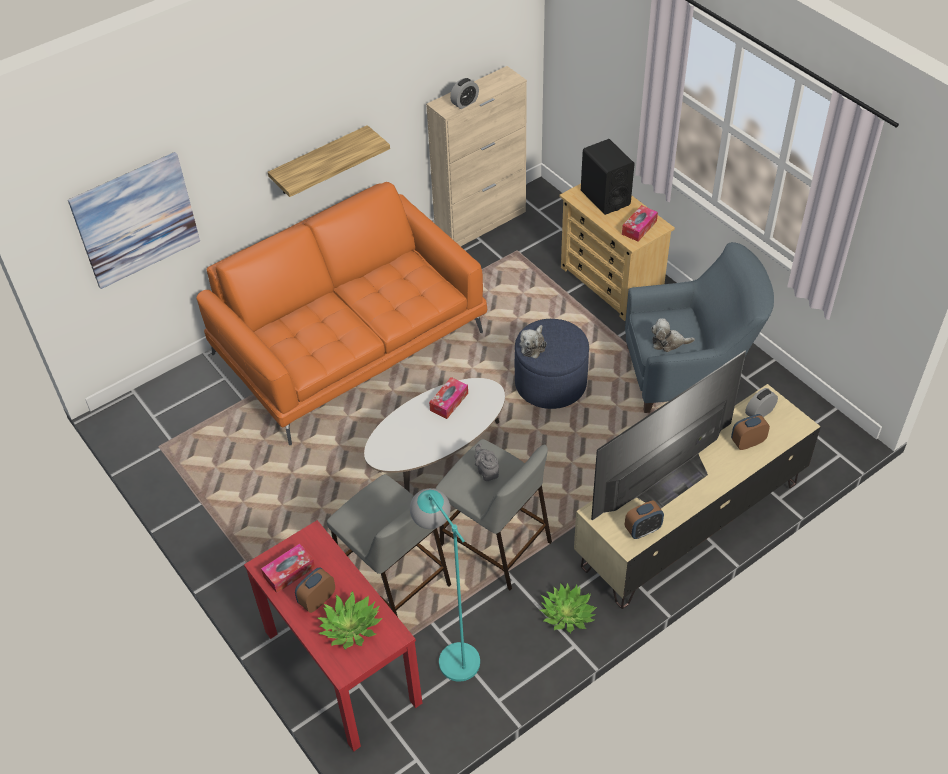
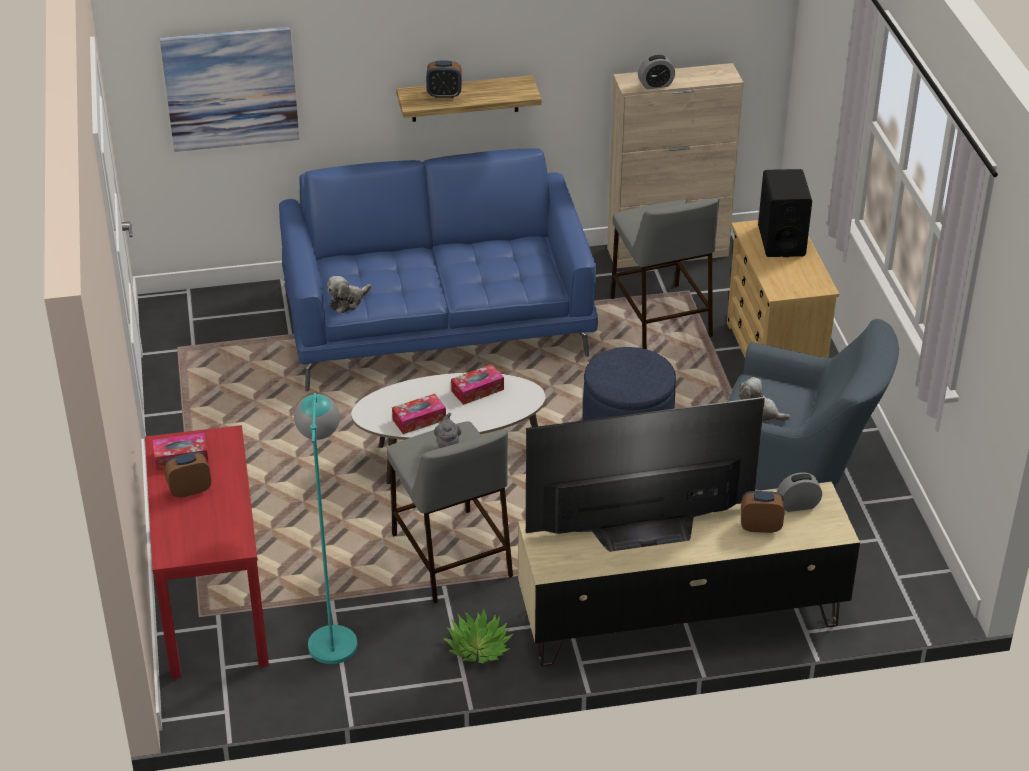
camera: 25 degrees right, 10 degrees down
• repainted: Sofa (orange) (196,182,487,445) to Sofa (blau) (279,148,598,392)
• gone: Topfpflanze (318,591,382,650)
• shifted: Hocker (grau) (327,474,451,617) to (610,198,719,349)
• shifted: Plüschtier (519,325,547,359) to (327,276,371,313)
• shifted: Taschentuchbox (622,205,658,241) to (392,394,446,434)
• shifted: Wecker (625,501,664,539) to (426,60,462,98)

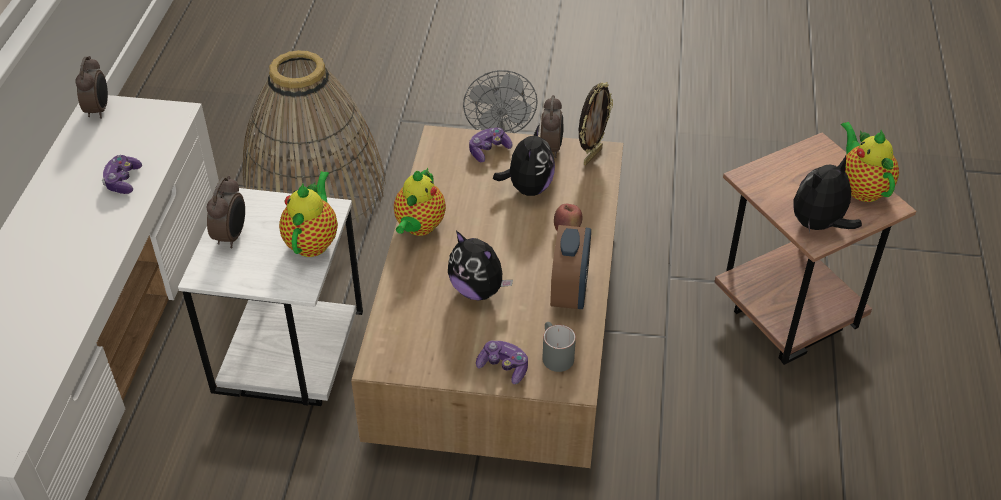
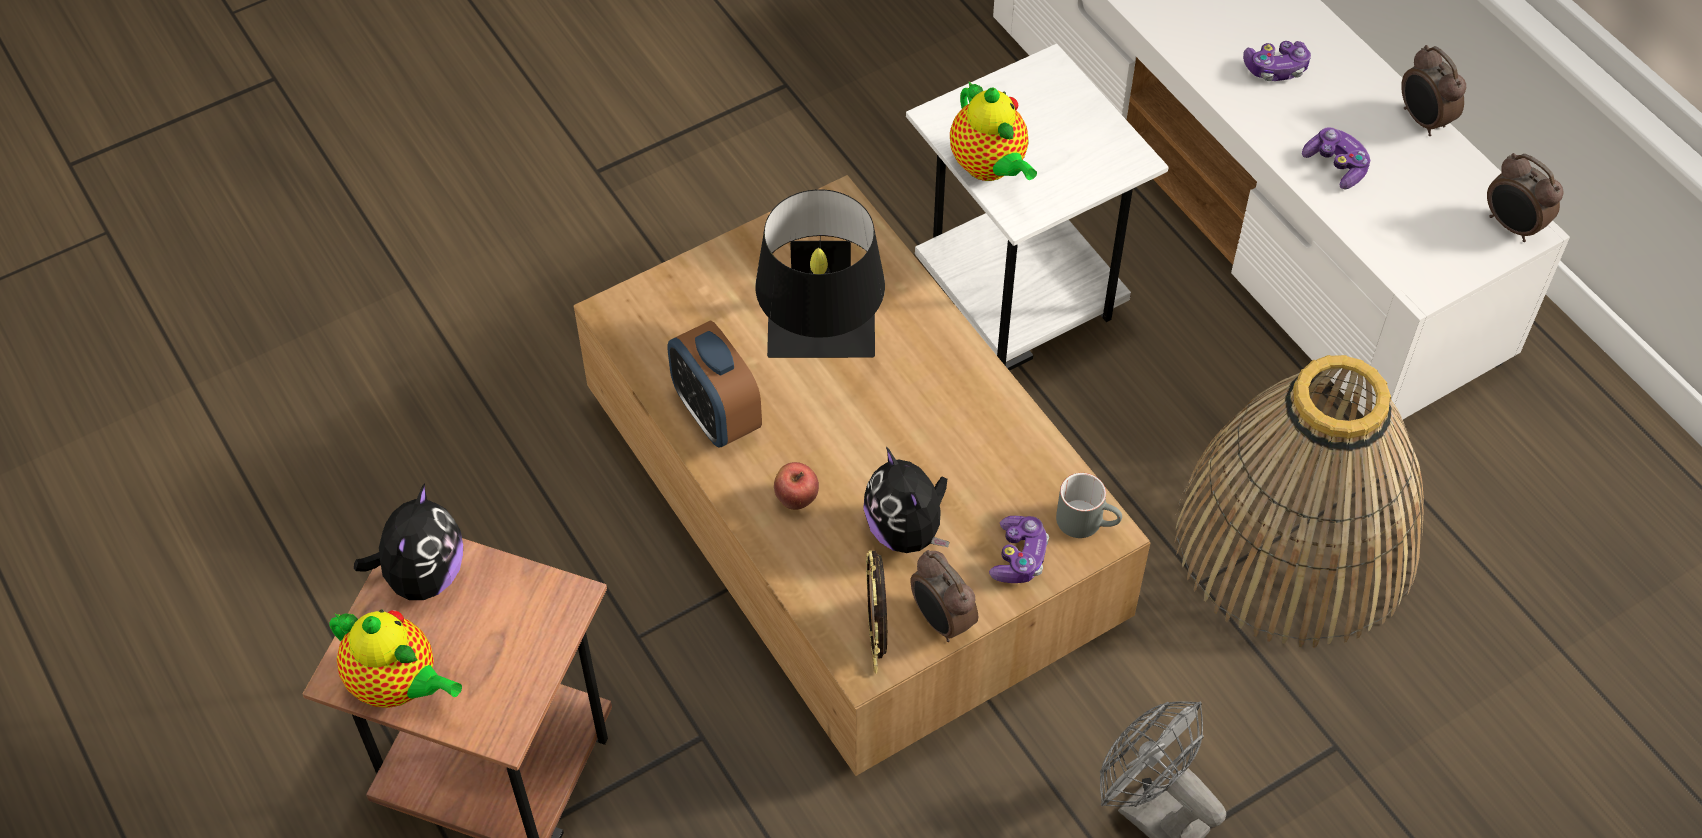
camera: 140 degrees right, 10 degrees up
• shifted: Wecker (207,176,245,248) to (1401,45,1466,136)
• gone: Teekanne (394,168,446,236)
• swapped: Plüschtier (448,231,513,301) to Tischlampe (schwarz) (755,189,885,358)
• shifted: Gamepad (476,340,528,384) to (1243,41,1311,81)
• shifted: Henkelbecher (grau) (543,322,576,372) to (1056,473,1122,538)

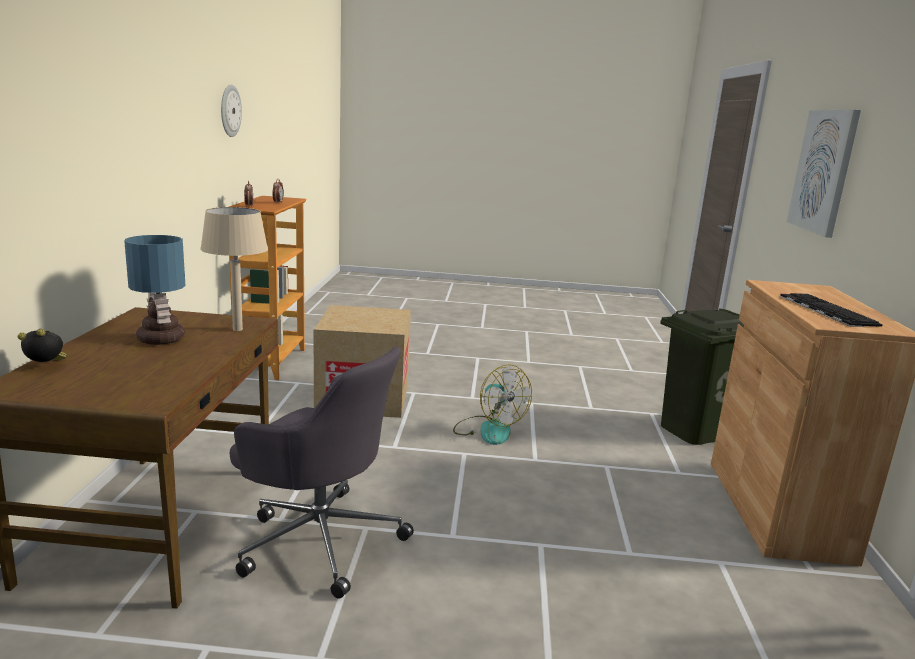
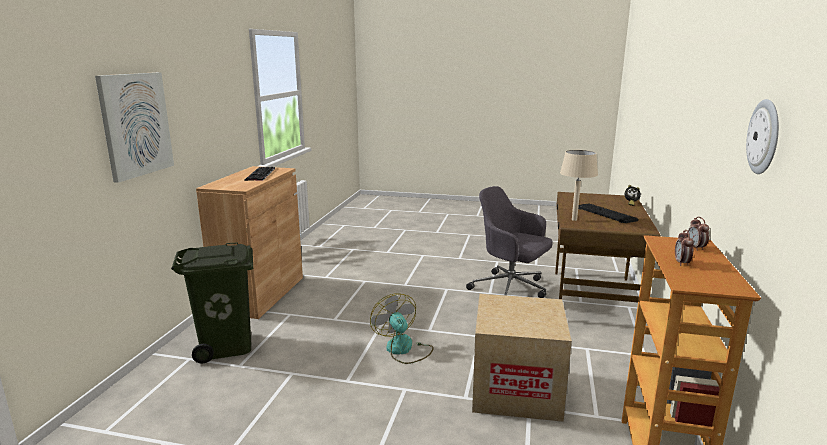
camera: 170 degrees left, 0 degrees up
• swapped: Tischlampe (124,235,185,345) to Tastatur (578,203,638,223)

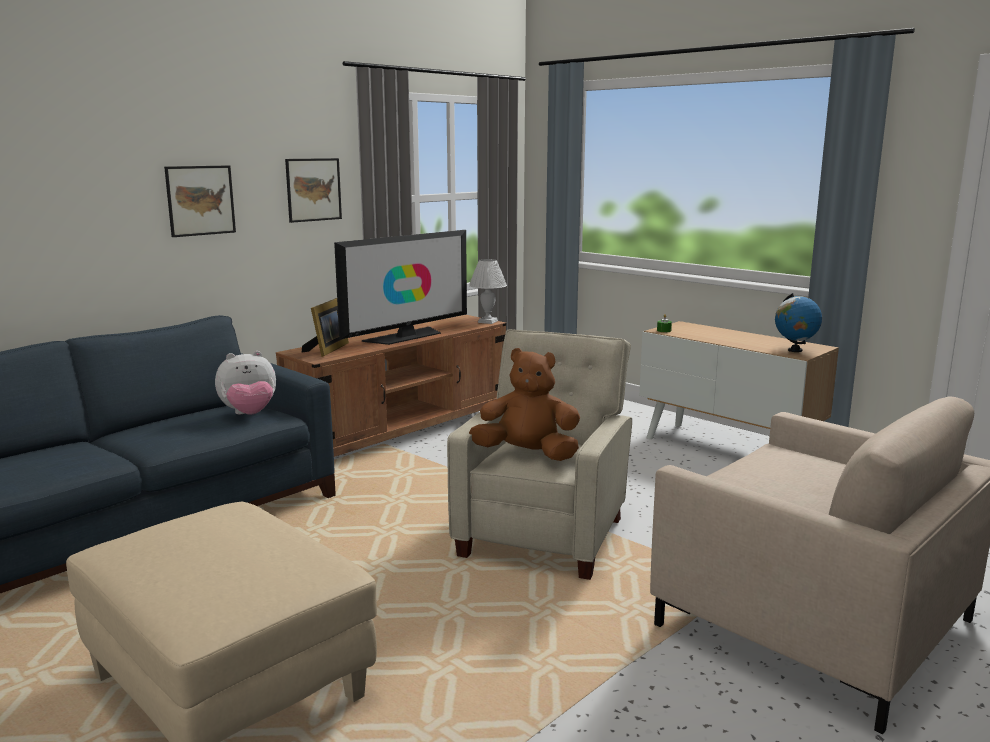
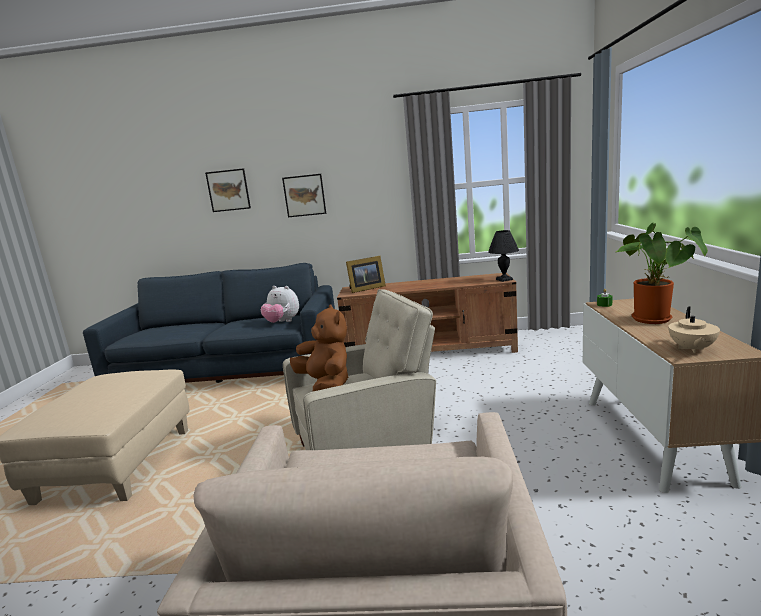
camera: 50 degrees right, 0 degrees up
• shifted: Bild (285,158,342,223) to (205,168,251,212)
• gone: Fernseher (334,230,467,345)
• repainted: Tischlampe (weiß) (469,259,507,324) to Tischlampe (schwarz) (488,230,519,282)
• swapped: Globus (775,293,822,352) to Teekanne (beige) (668,306,720,353)
• new: Topfpflanze (616,223,708,324)

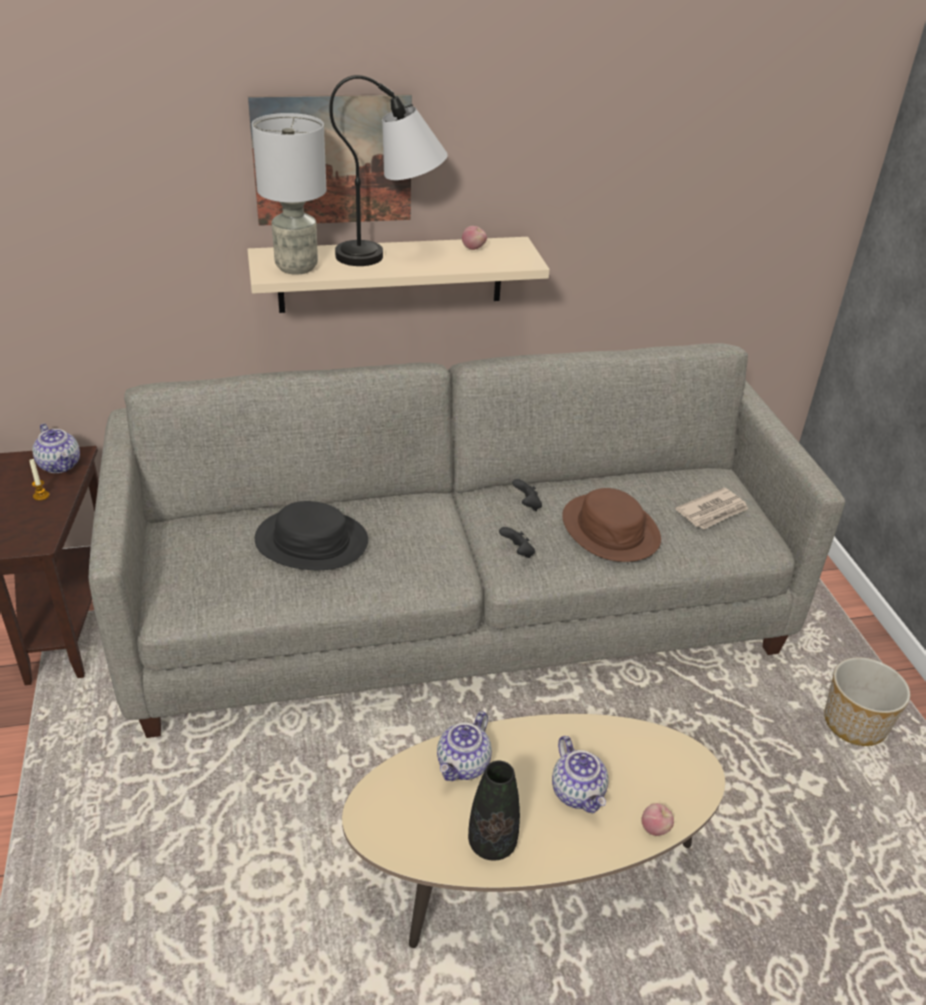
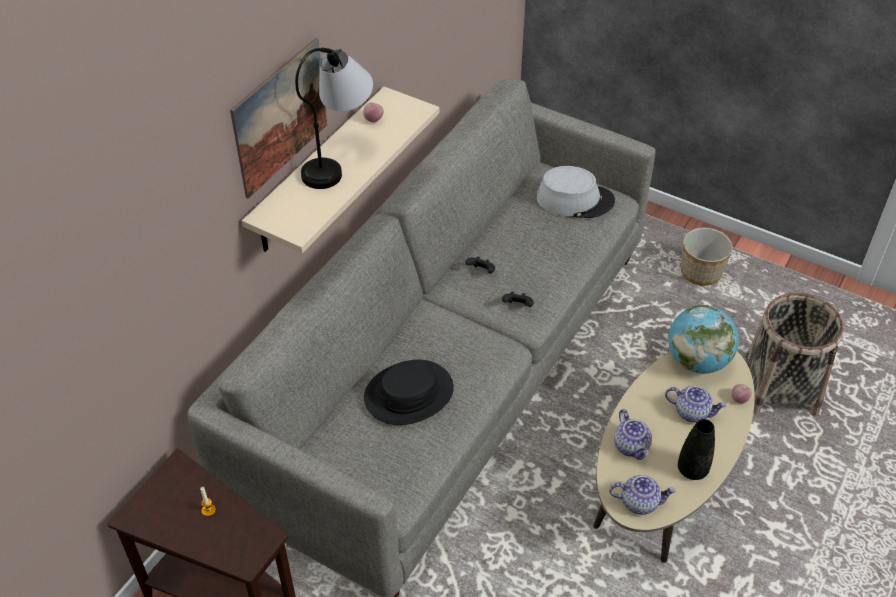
camera: 45 degrees left, 10 degrees up
• shifted: Teekanne (32,424,80,473) to (609,475,676,515)
• gone: Tischlampe (grau) (252,113,326,275)
• gone: Hut (braun) (562,488,661,562)
• swapped: Zeitung (675,488,748,530) to Hut (grau) (537,166,615,218)
• new: Globus (668,305,739,374)
• new: Korb (744,293,844,416)

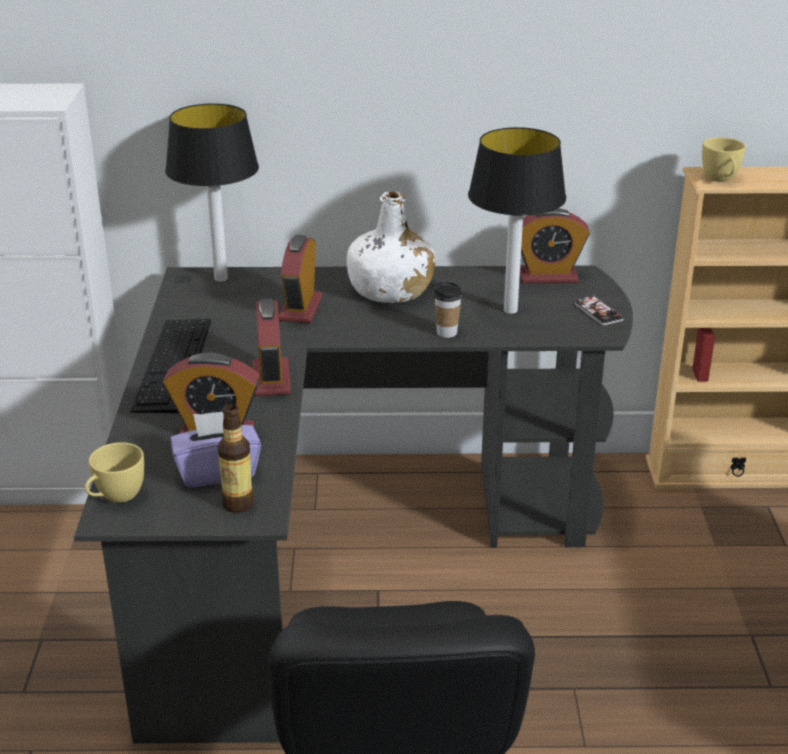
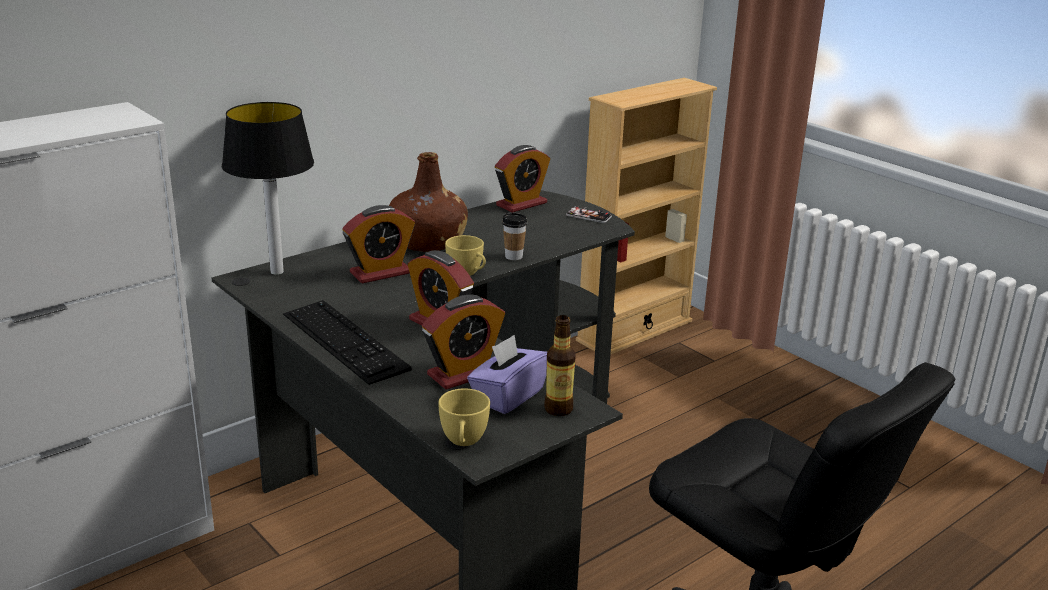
camera: 40 degrees left, 5 degrees down
• rotated: Wecker (279,235,323,323) = (343,205,415,283) 90 degrees counterclockwise
• repainted: Flasche (weiß) (347,191,435,303) to Flasche (braun) (389,152,468,252)
• gone: Tischlampe (468,127,566,314)
• shifted: Tasse (gelb) (702,137,746,182) to (445,235,486,276)

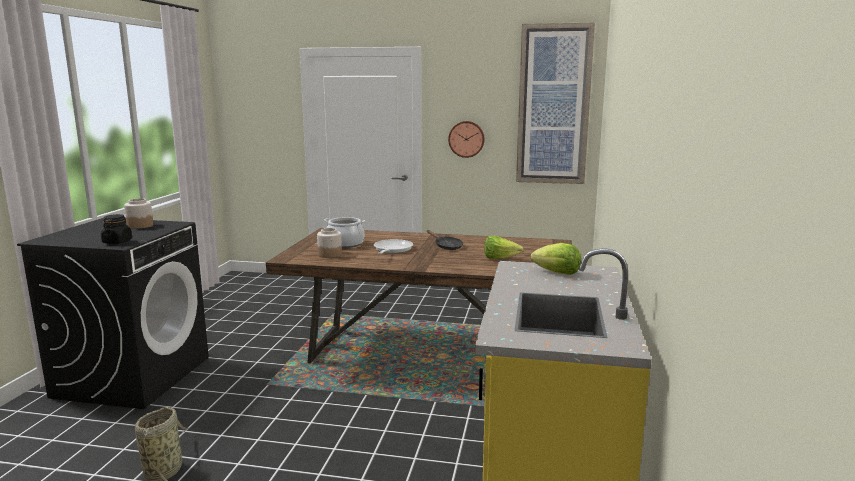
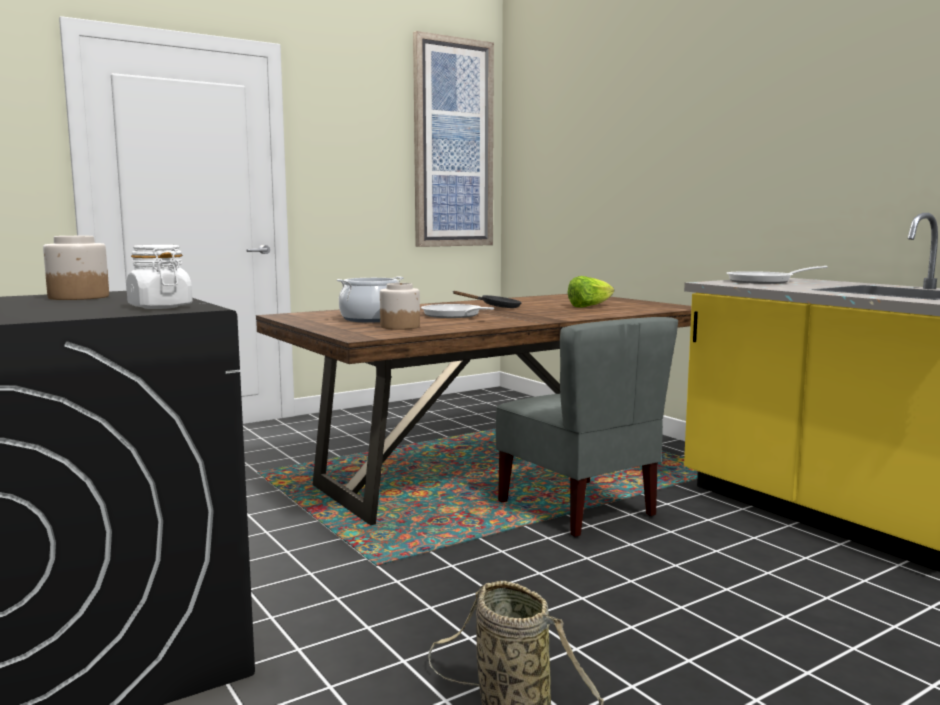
camera: 45 degrees left, 5 degrees down
• repainted: Vorratsglas (schwarz) (101,214,132,244) to Vorratsglas (weiß) (126,245,193,309)
• gone: Wanduhr (448,121,485,158)
• swapped: Salatkopf (531,243,581,275) to Pfanne (726,266,828,284)
• new: Stuhl (grau) (496,317,678,537)

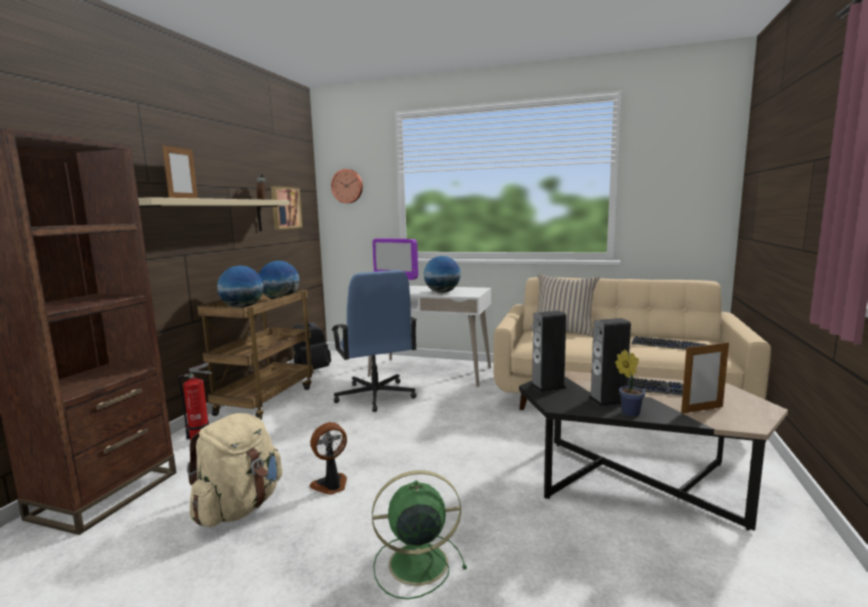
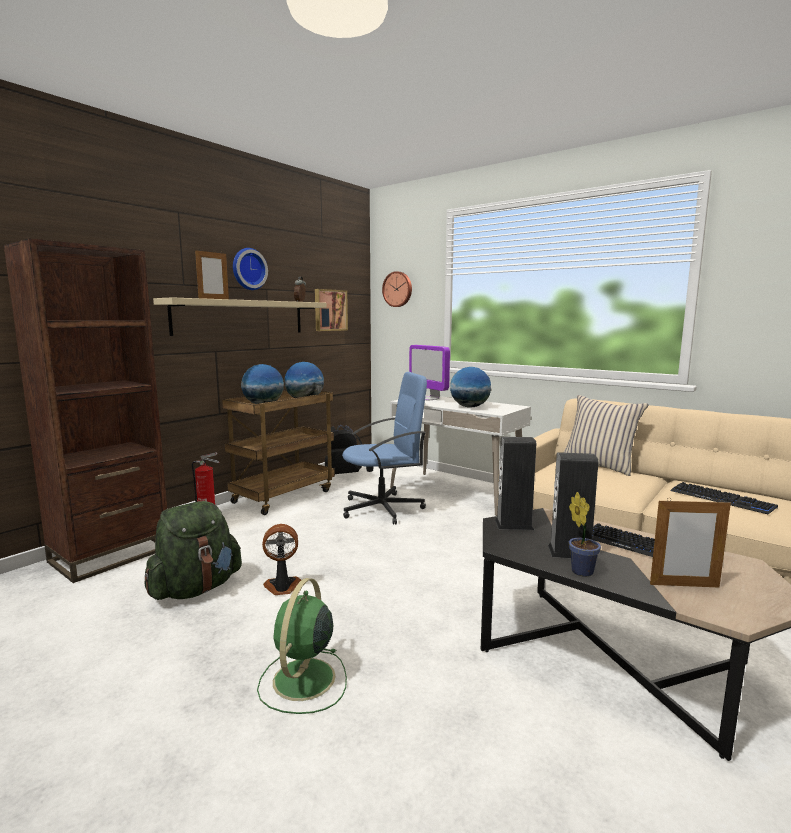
camera: 20 degrees right, 0 degrees up
• repainted: Rucksack (beige) (187,413,282,527) to Rucksack (grün) (144,501,242,600)
• rotated: Bürostuhl (blau) (332,270,417,412) = (342,372,427,525) 105 degrees counterclockwise
• rotated: Ventilator (grün) (372,470,467,599) = (257,578,347,714) 90 degrees counterclockwise
• new: Wanduhr (233,248,268,290)

